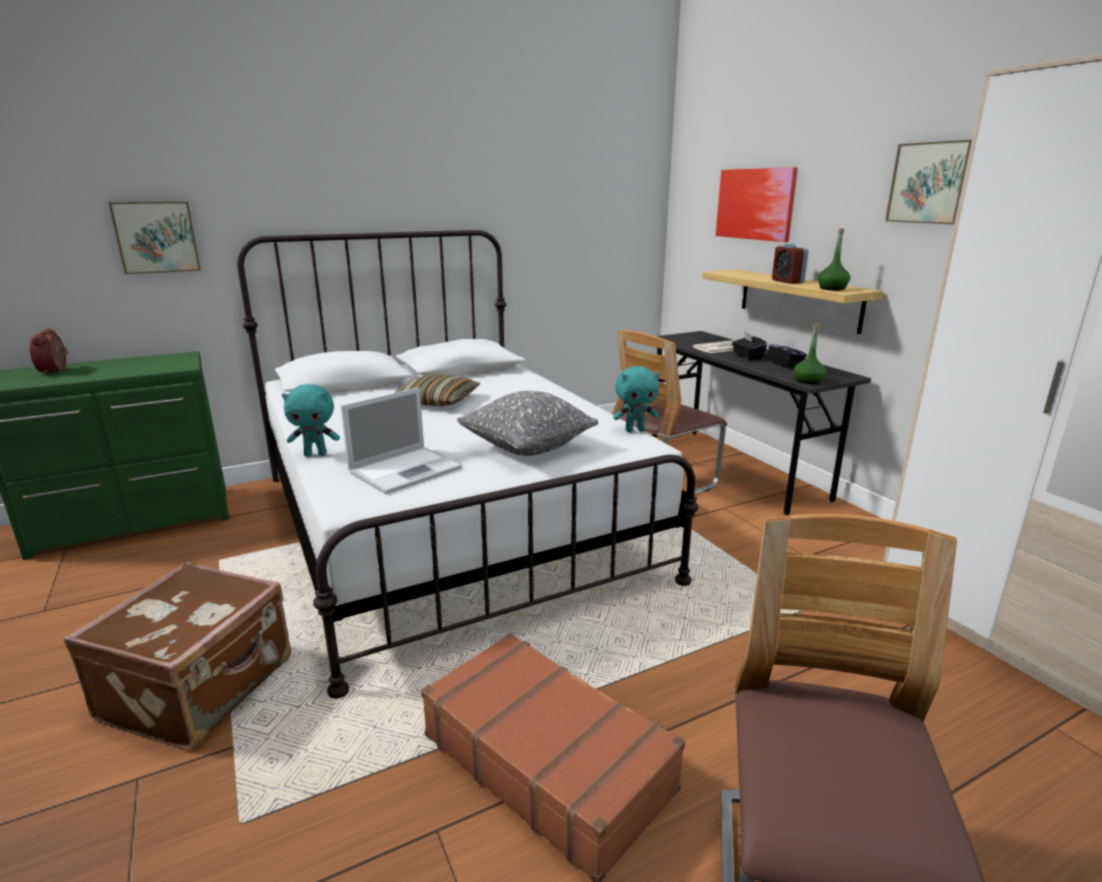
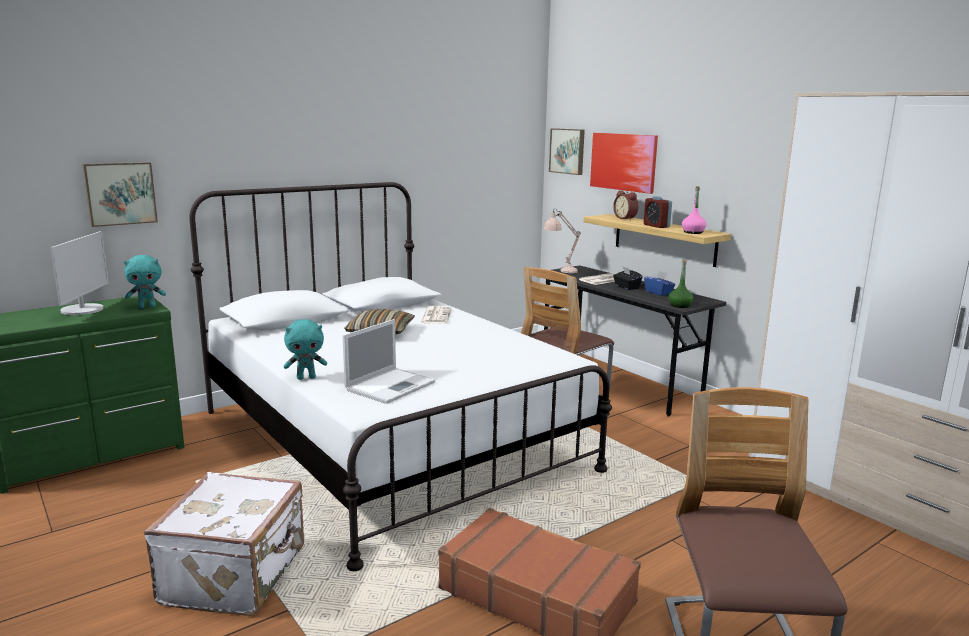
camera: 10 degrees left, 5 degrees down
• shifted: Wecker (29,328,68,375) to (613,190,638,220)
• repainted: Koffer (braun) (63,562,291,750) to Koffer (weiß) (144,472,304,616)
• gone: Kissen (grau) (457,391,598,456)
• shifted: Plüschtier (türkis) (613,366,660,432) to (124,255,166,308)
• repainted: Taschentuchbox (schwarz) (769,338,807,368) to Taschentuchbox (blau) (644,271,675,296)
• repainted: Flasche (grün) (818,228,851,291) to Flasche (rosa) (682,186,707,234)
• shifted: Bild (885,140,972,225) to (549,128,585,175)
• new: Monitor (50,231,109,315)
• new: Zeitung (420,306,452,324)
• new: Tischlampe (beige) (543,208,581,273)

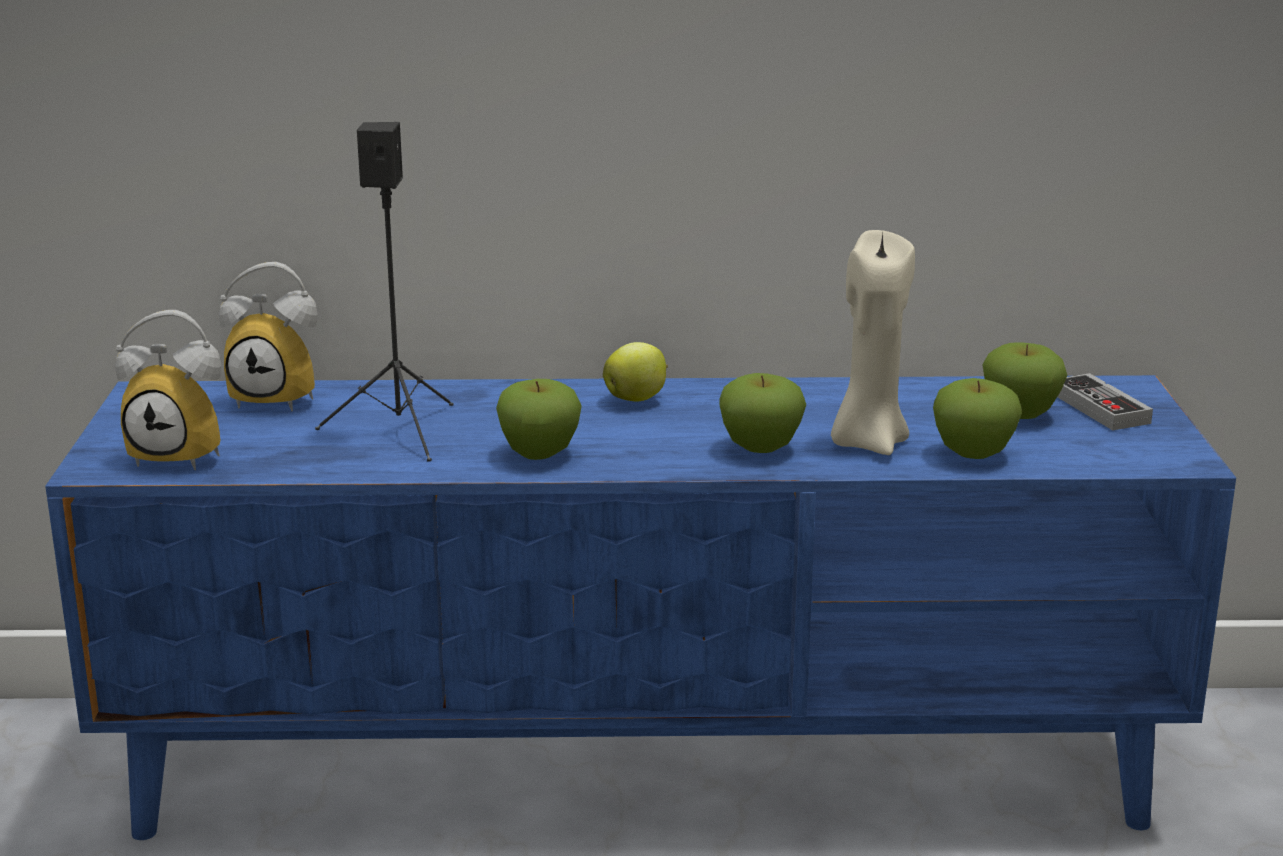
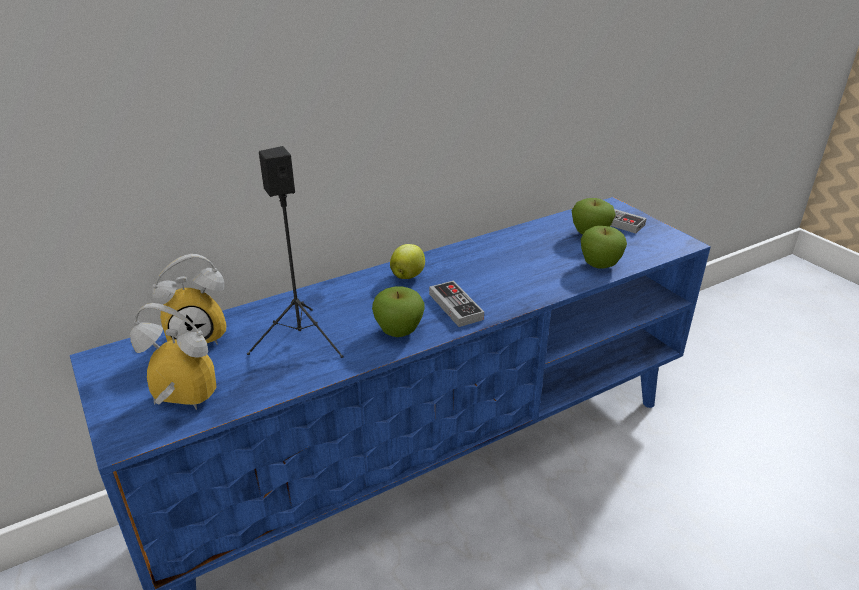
camera: 30 degrees left, 10 degrees up
• rotated: Wecker (115,310,221,470) = (130,303,216,410) 150 degrees counterclockwise
• gone: Apfel (719,373,806,453)
• gone: Kerze (beige) (831,230,915,455)
• new: Gamepad (429,281,484,327)

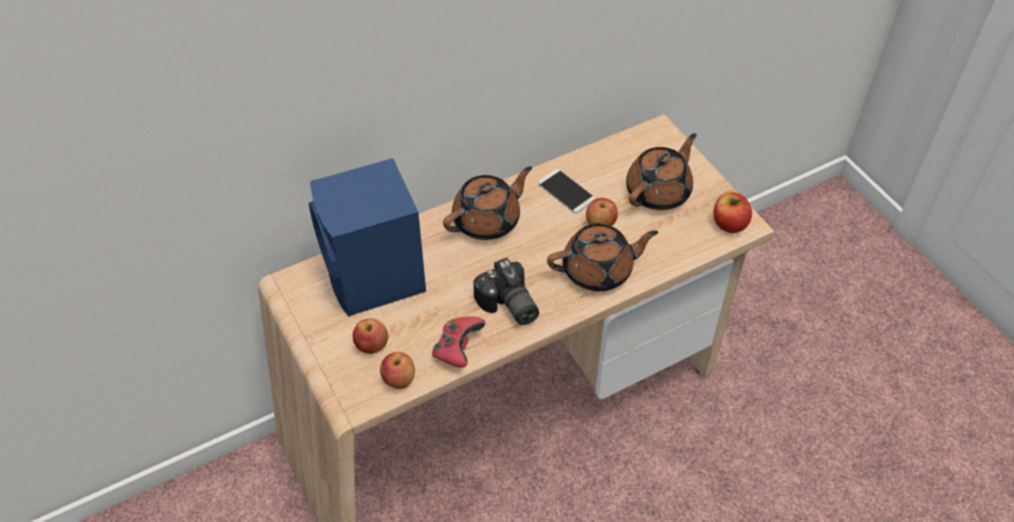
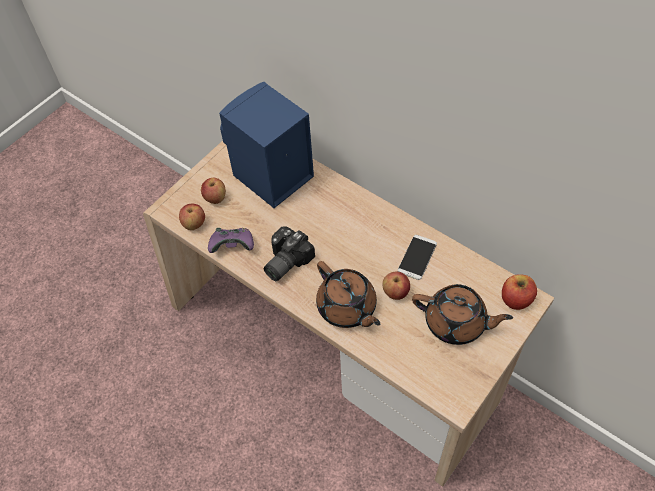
camera: 70 degrees right, 5 degrees up
• repainted: Gamepad (rot) (432,316,486,368) to Gamepad (lila) (208,228,254,253)
• gone: Teekanne (braun) (443,166,532,240)
• shifted: Apfel (714,192,752,233) to (502,274,537,310)

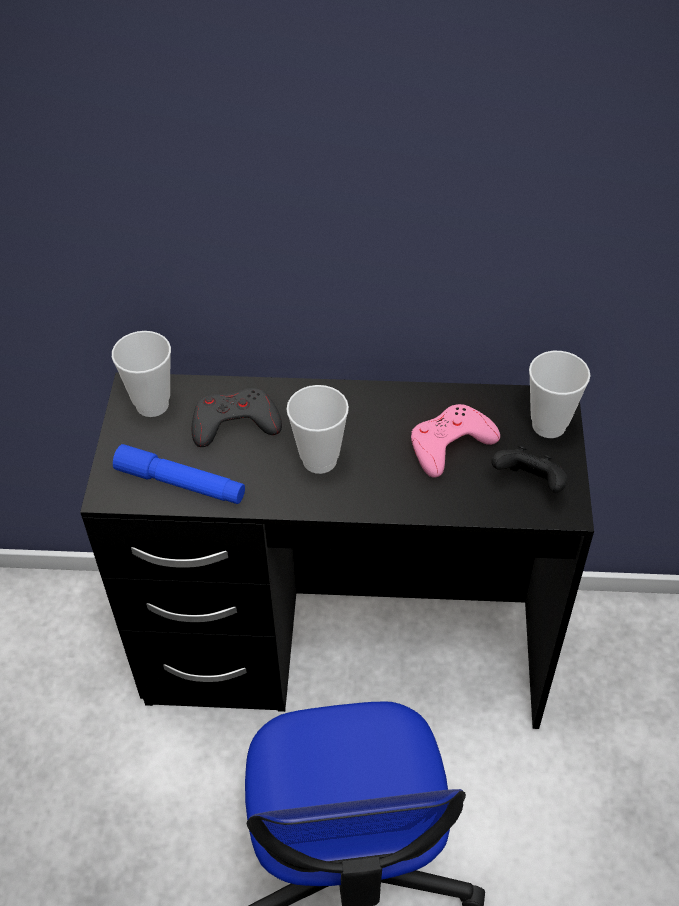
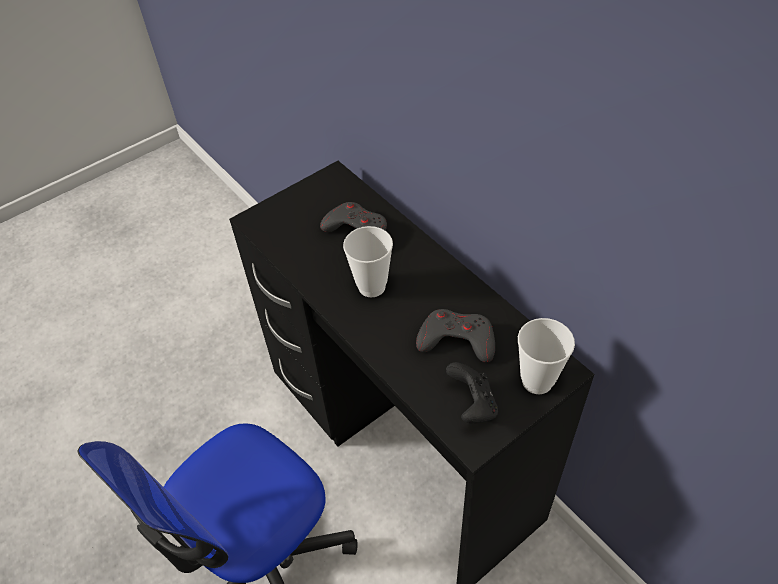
camera: 50 degrees right, 0 degrees up
• gone: Tasse (112,331,171,417)
• gone: Taschenlampe (blau) (113,444,245,504)
• repainted: Gamepad (rosa) (411,404,500,478) to Gamepad (grau) (416,309,495,362)

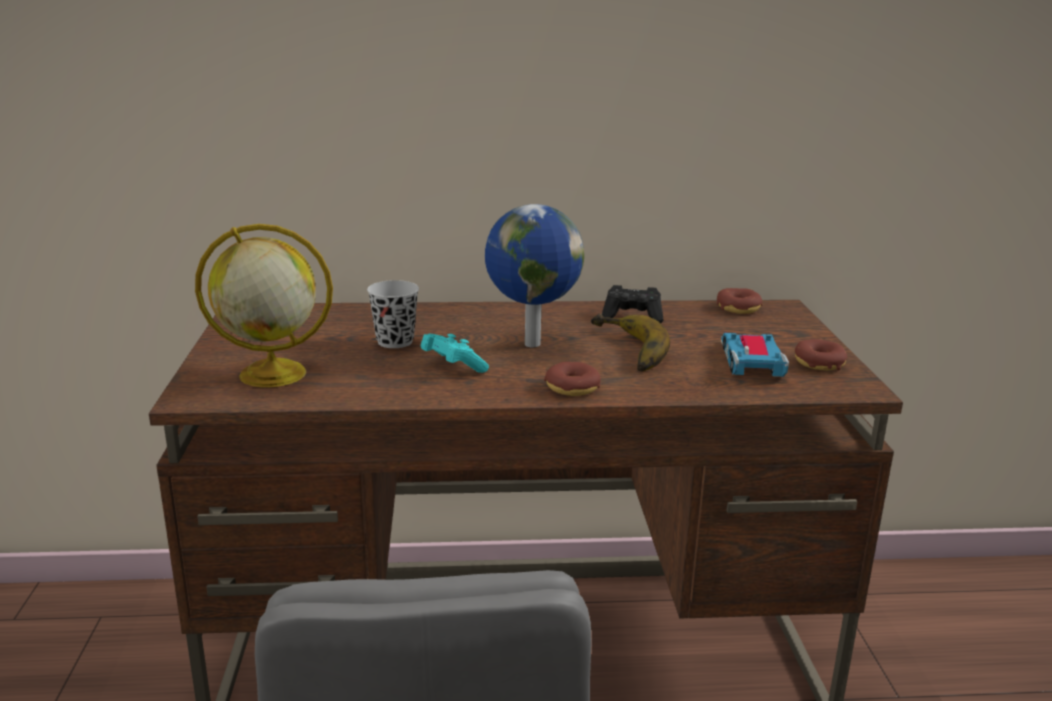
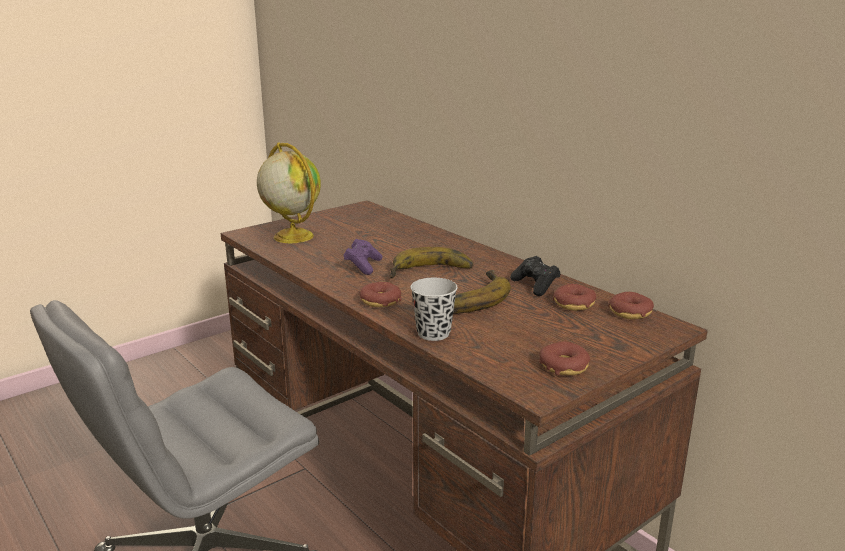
camera: 55 degrees right, 0 degrees up
• shifted: Tasse (schwarz) (367,280,419,348) to (410,278,458,341)
• repainted: Gamepad (türkis) (421,334,489,373) to Gamepad (lila) (343,239,382,275)
• swapped: Globus (485,204,584,347) to Banane (389,247,473,278)
• gone: Spielzeugauto (721,333,789,377)
• new: Donut (553,284,596,311)

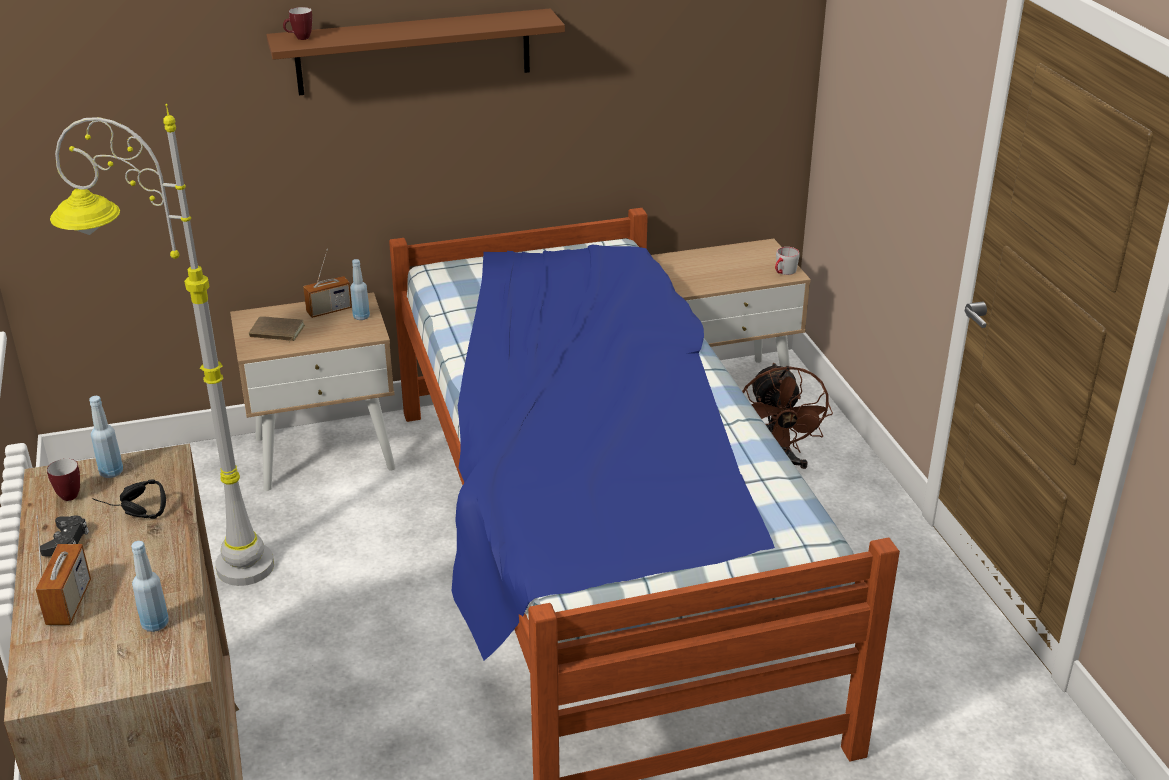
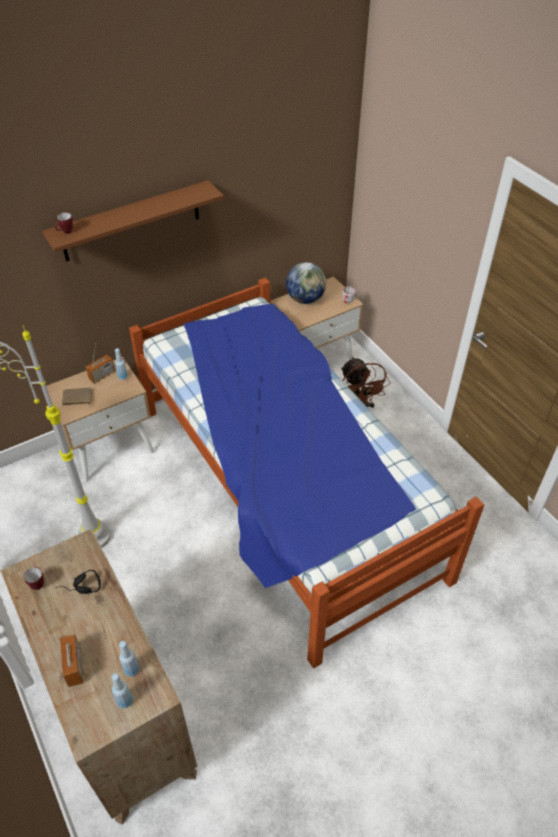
camera: 15 degrees left, 15 degrees up
• gone: Gamepad (schwarz) (40,515,89,557)
• shifted: Flasche (blau) (89,396,123,478) to (111,673,133,709)
• new: Globus (286,262,326,304)

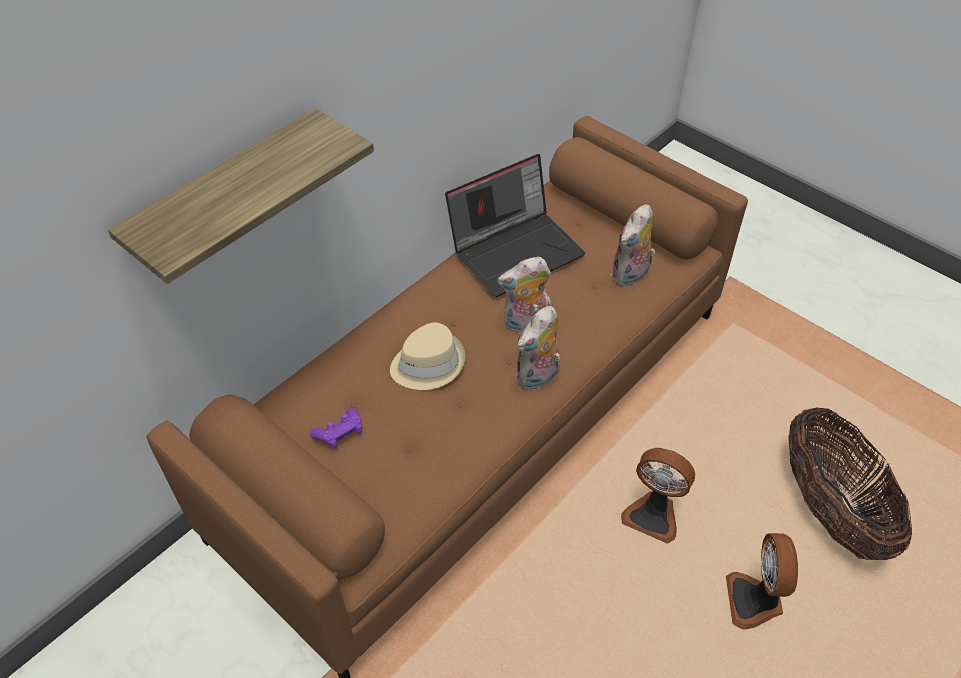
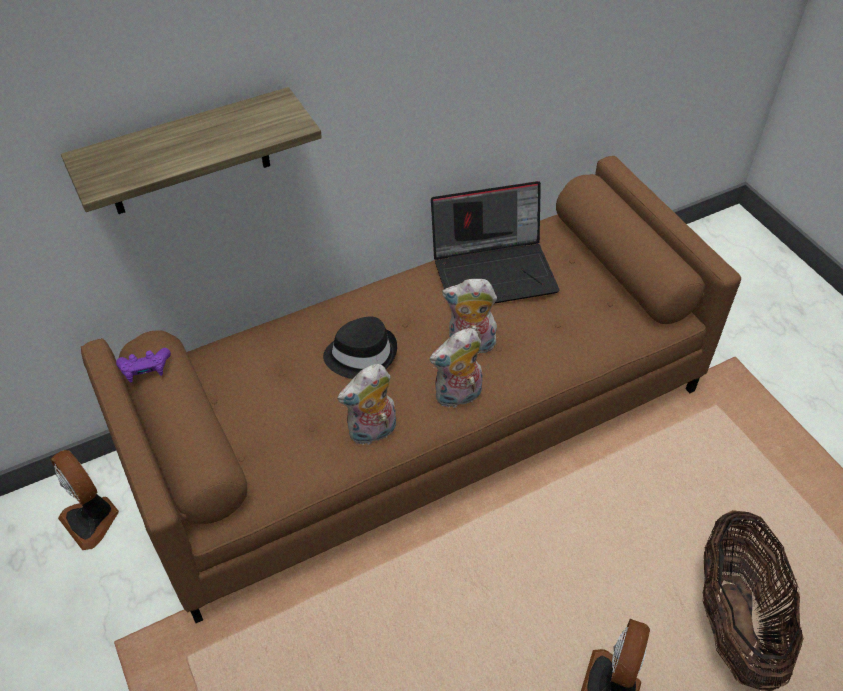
camera: 20 degrees right, 0 degrees up
• shifted: Gamepad (lila) (310,408,362,449) to (116,348,171,382)
• repainted: Hut (beige) (390,323,465,390) to Hut (schwarz) (323,316,397,379)
• shifted: Plüschtier (610,204,656,287) to (337,364,396,445)
• shifted: Ventilator (621,448,695,544) to (50,450,119,550)

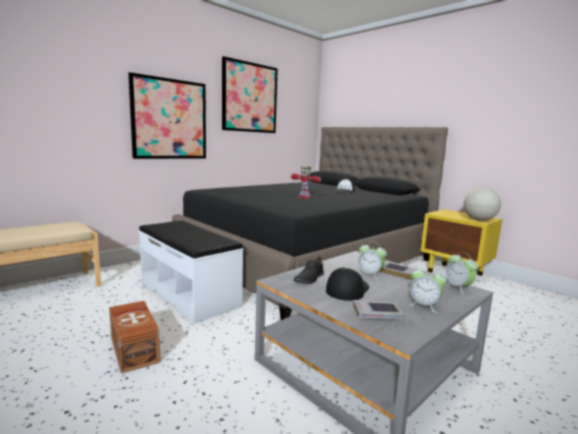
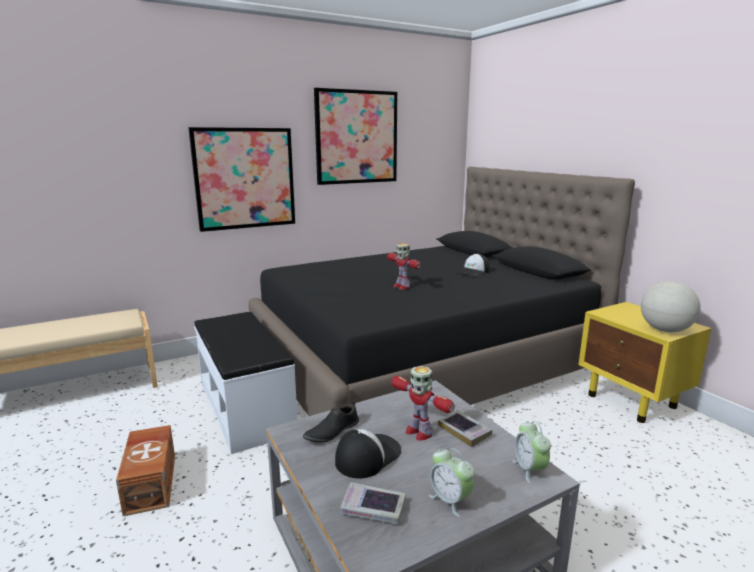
camera: 15 degrees right, 5 degrees up
• swapped: Wecker (358,242,387,280) to Spielzeugroboter (391,366,455,440)

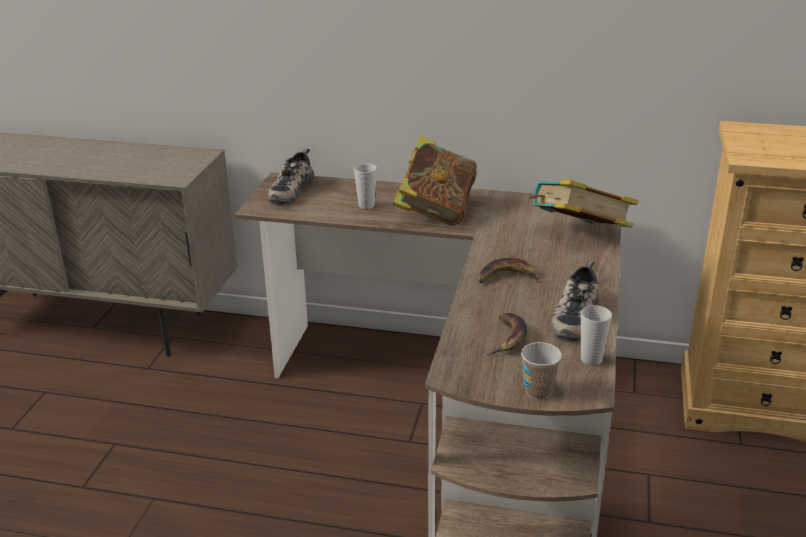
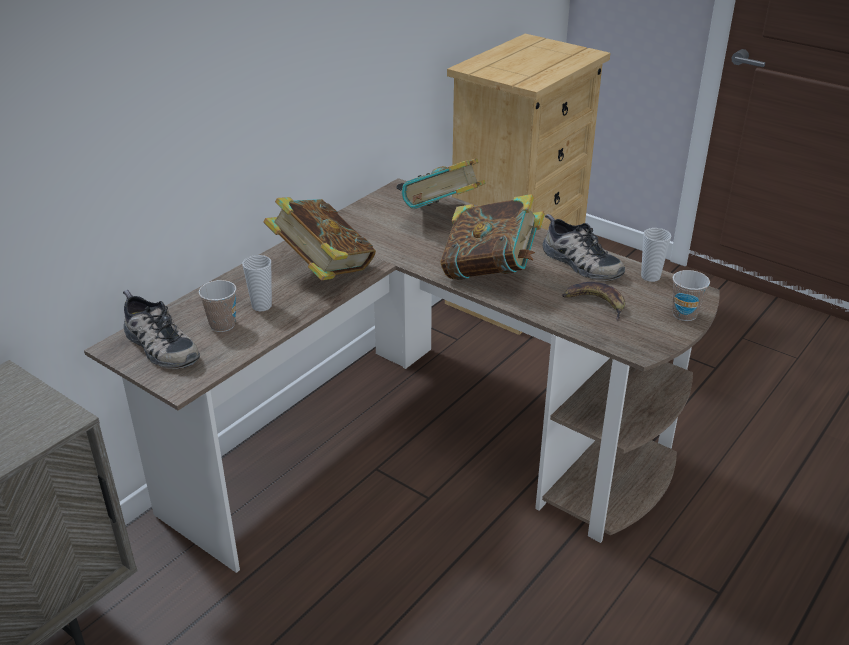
camera: 65 degrees left, 5 degrees up
• swapped: Banane (478,258,541,283) to Buch (440,194,545,280)
• new: Tasse (199,280,236,332)

